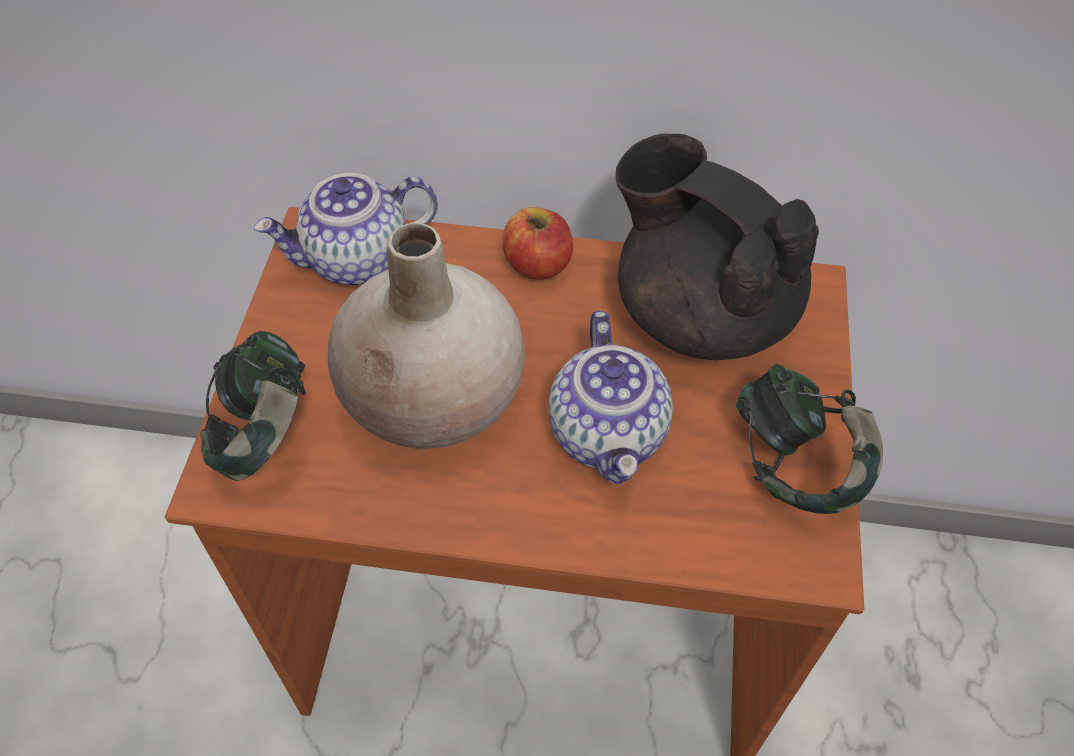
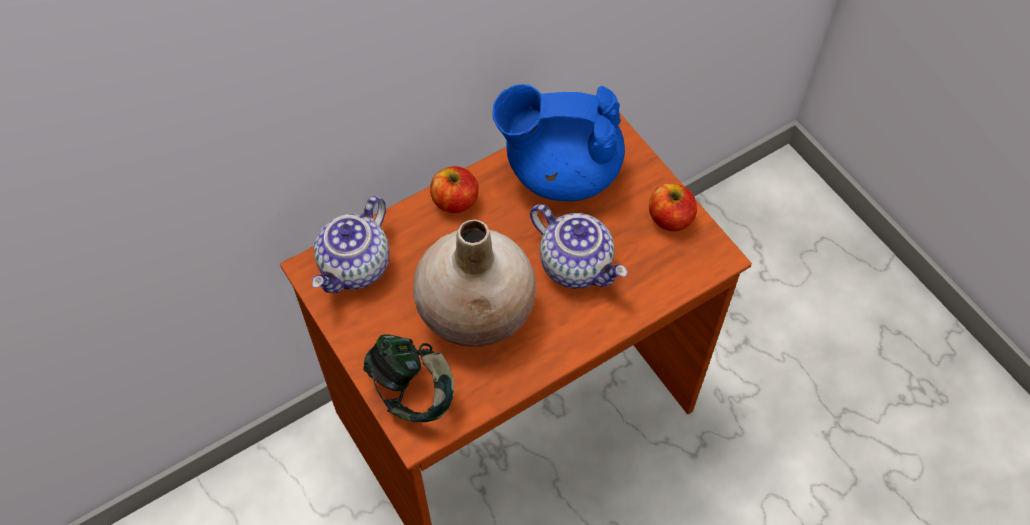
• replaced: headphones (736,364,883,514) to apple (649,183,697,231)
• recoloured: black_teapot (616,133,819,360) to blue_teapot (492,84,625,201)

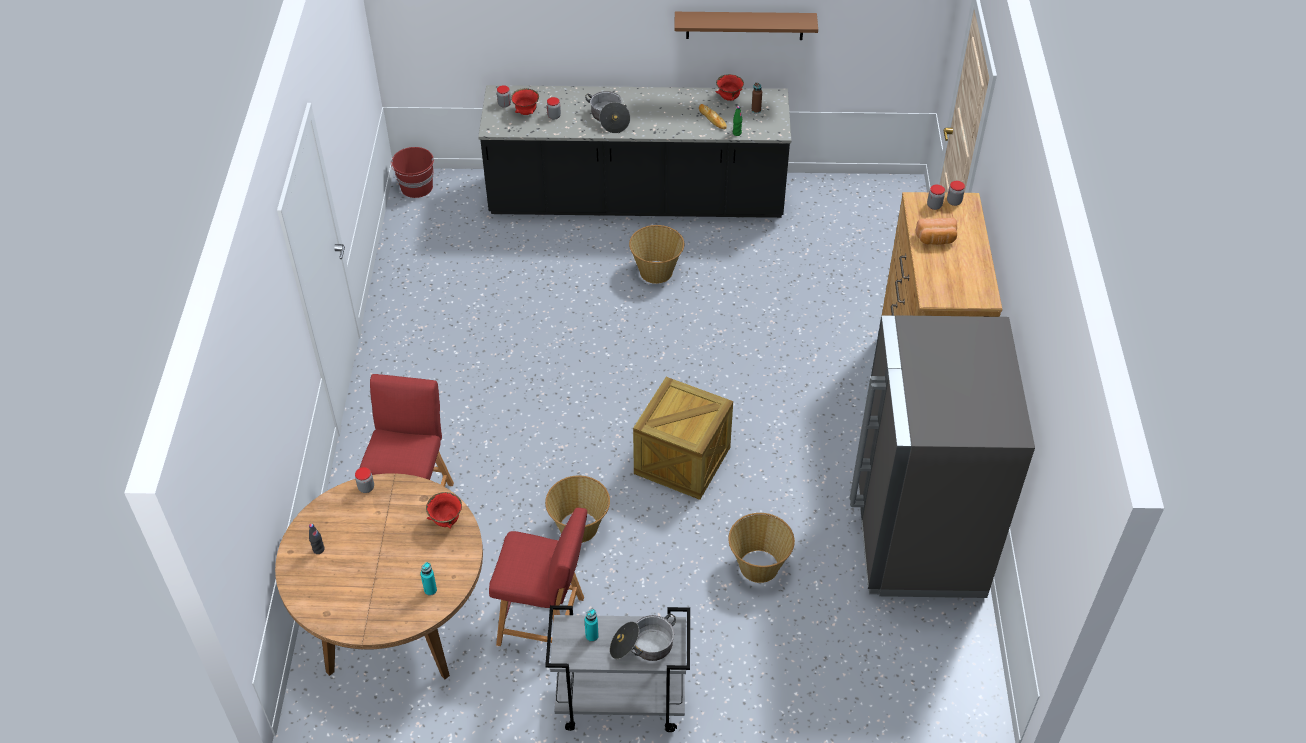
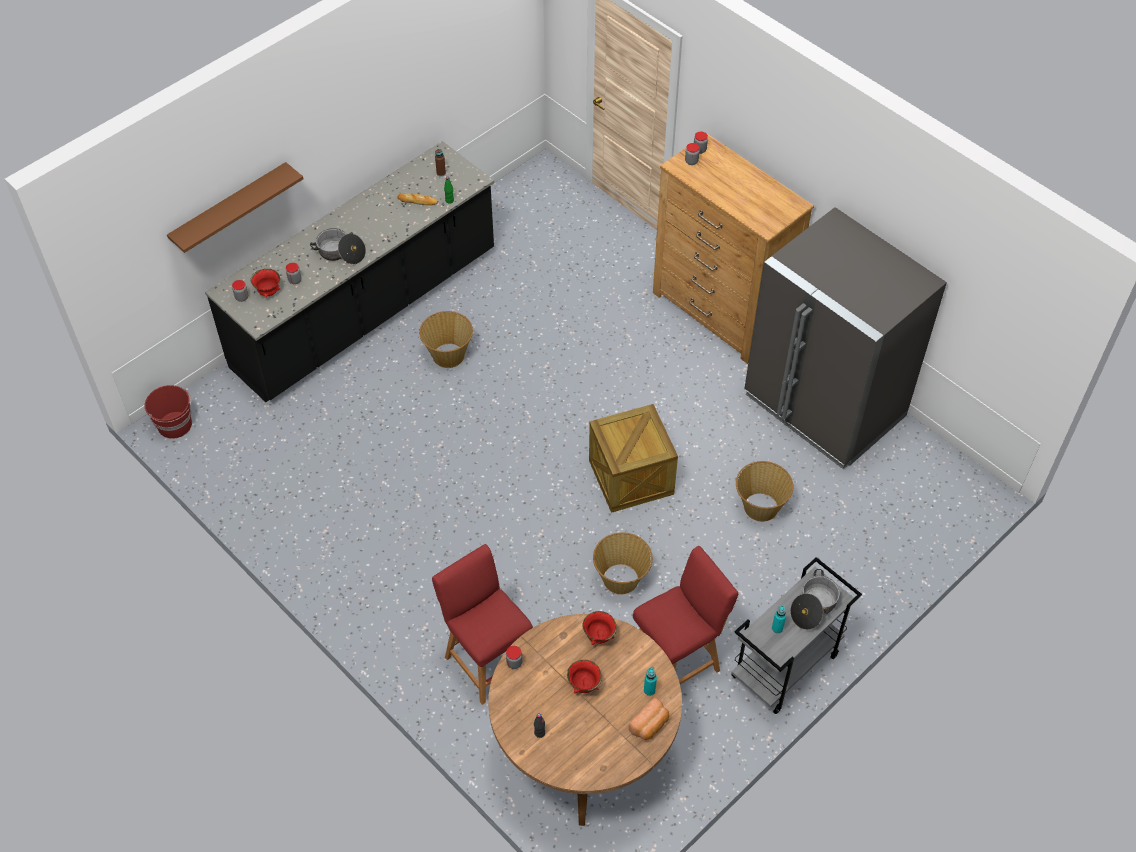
• moved: brown_shelf (674,12,818,40) to (167,162,303,253)
• moved: red_bowl (715,74,744,101) to (567,660,602,693)
• moved: bread (916,218,957,245) to (629,698,669,740)

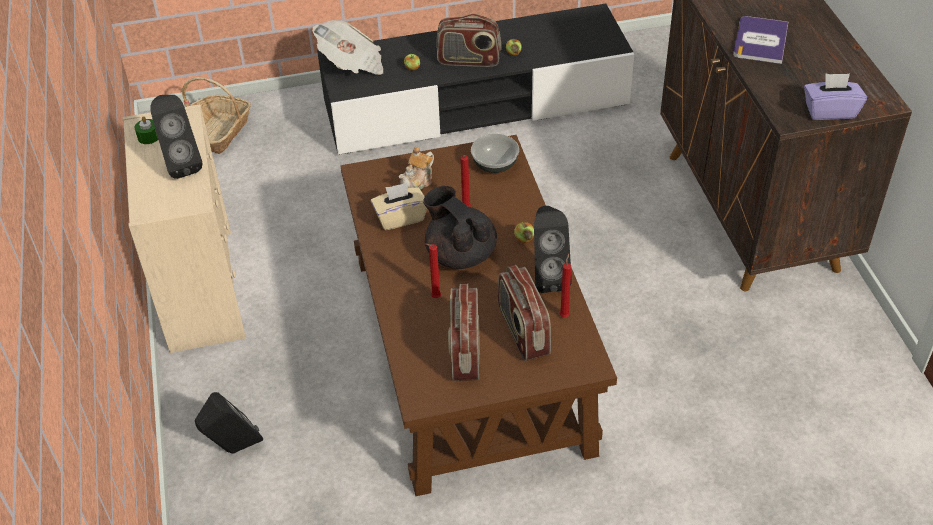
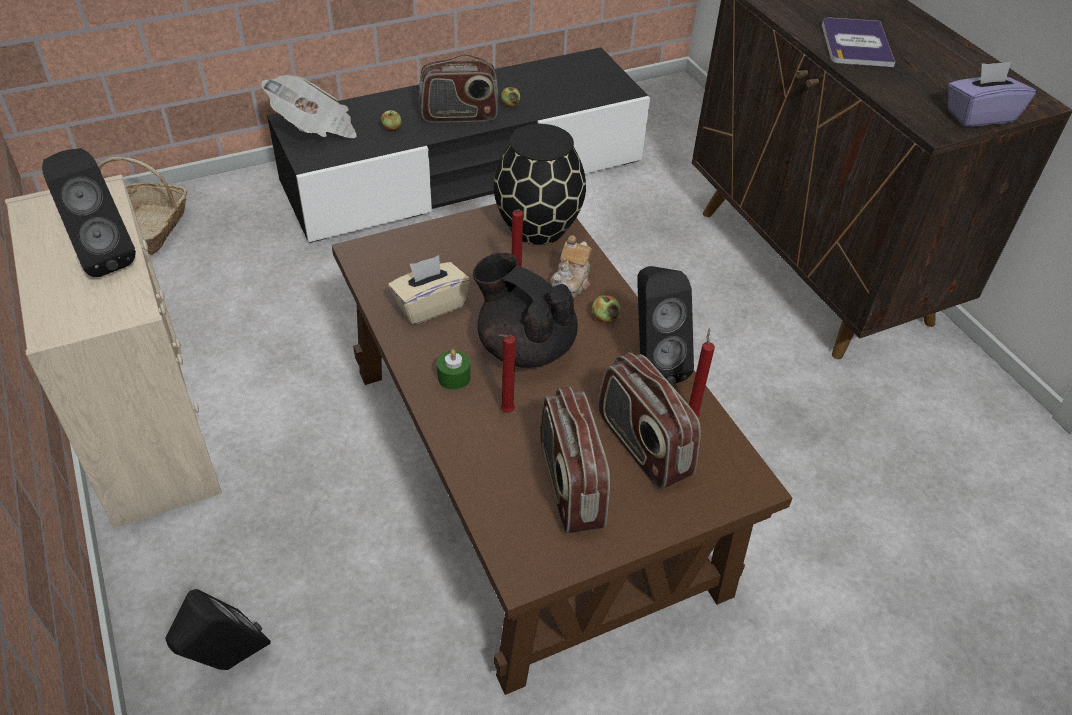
• moved: green_candle (135,116,158,144) to (437,349,471,390)
• moved: teapot (399,147,434,190) to (550,235,592,298)
• replaced: bowl (471,134,519,173) to black_vase (494,124,586,245)

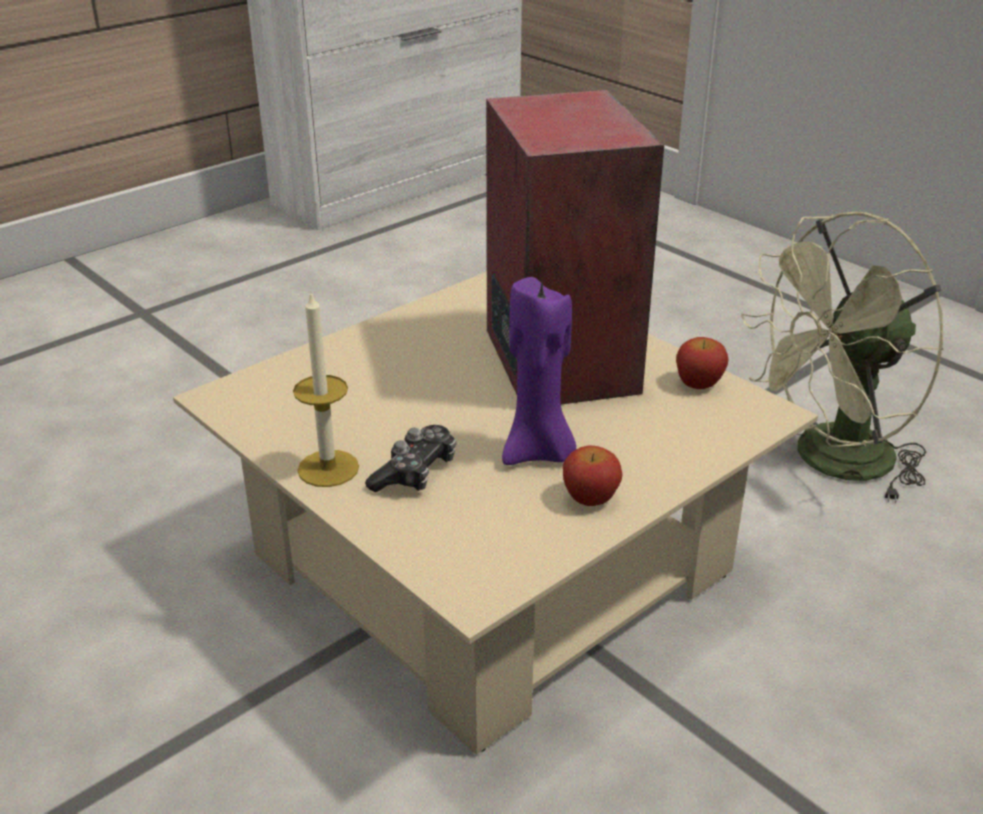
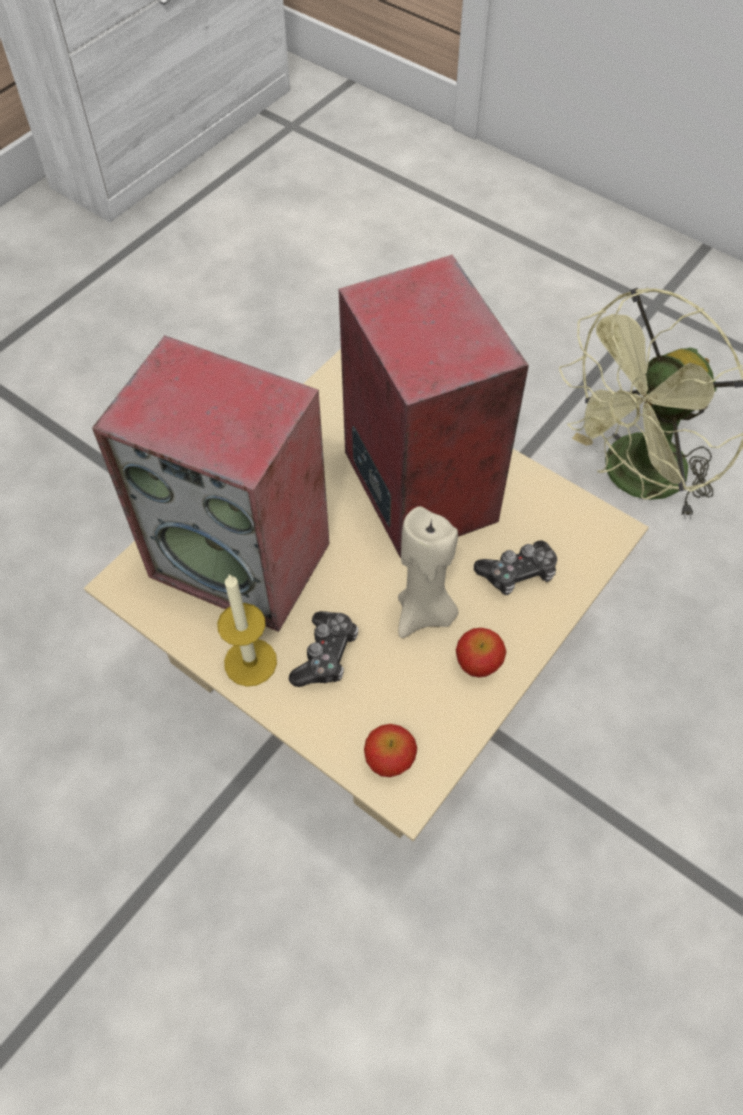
• added: speaker (92,335,330,632)
• added: game_controller (474,540,557,595)
• moved: apple (676,337,728,389) to (364,724,417,777)
• recoloured: purple_candle (502,277,576,465) to beige_candle (398,506,458,638)

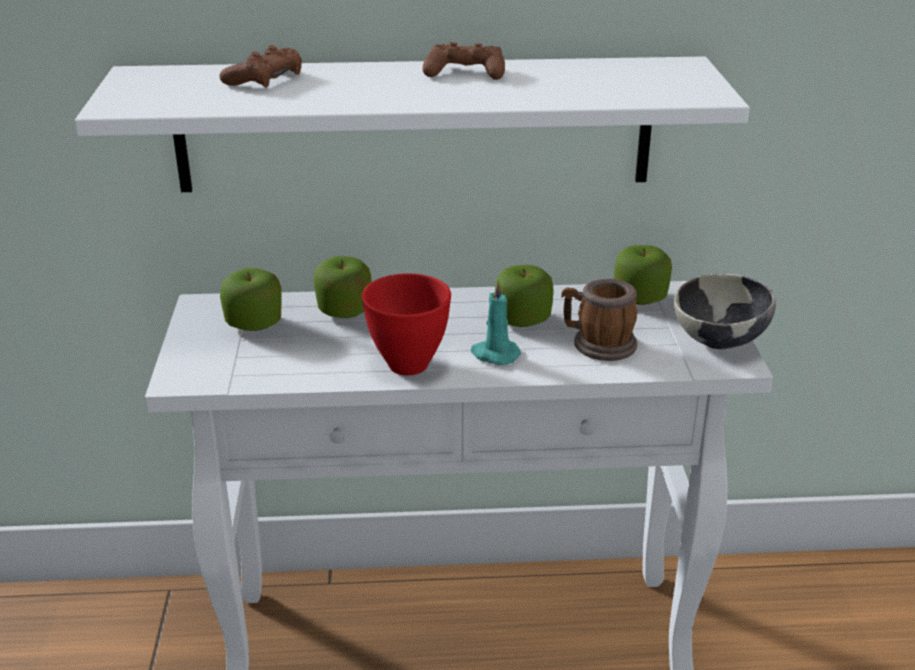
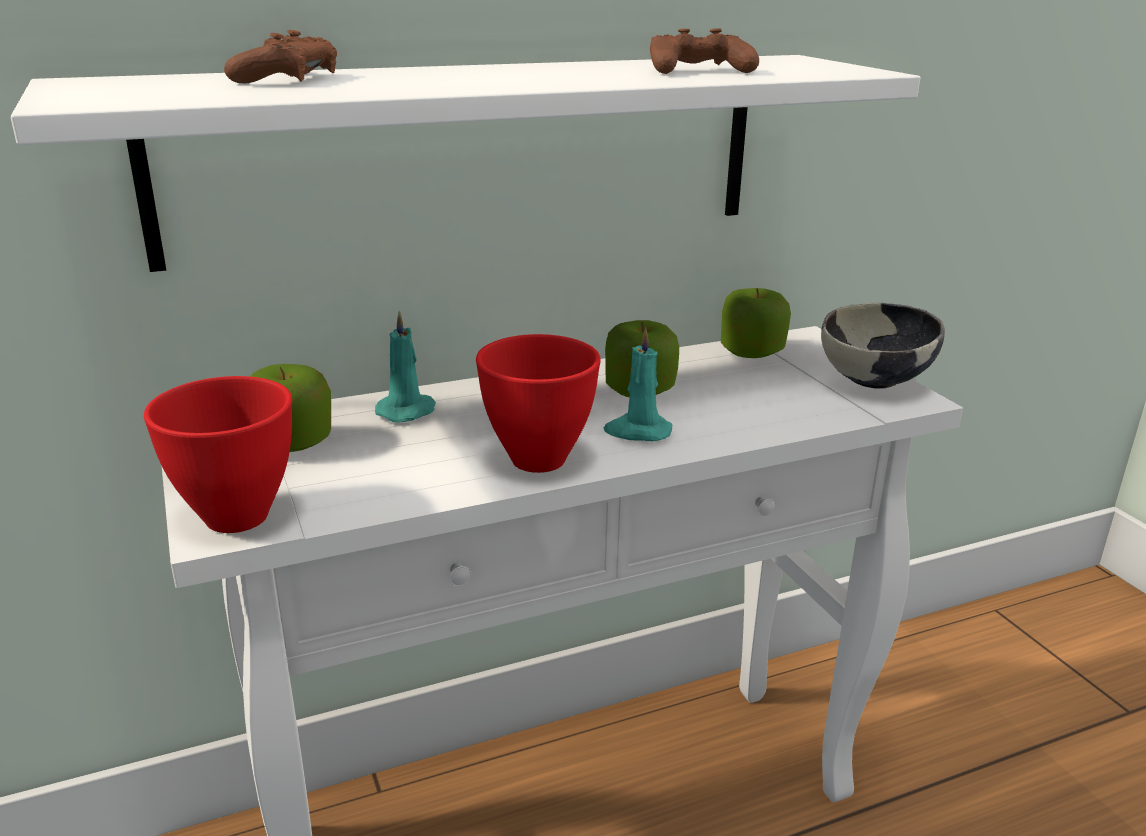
• removed: mug (561,279,637,361)
• added: red_bowl (144,376,292,533)
• moved: brown_game_controller (423,42,505,80) to (650,28,759,74)
• replaced: apple (313,256,372,318) to turquoise_candle (375,310,436,423)

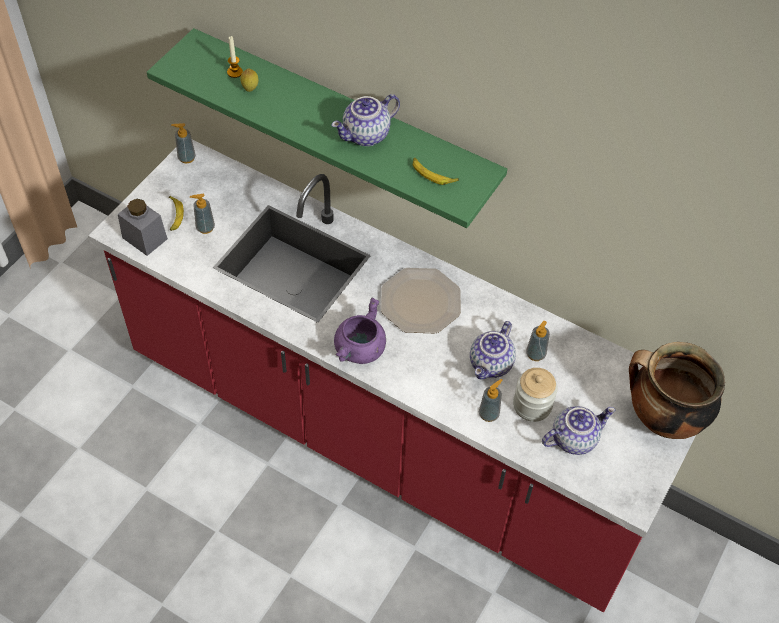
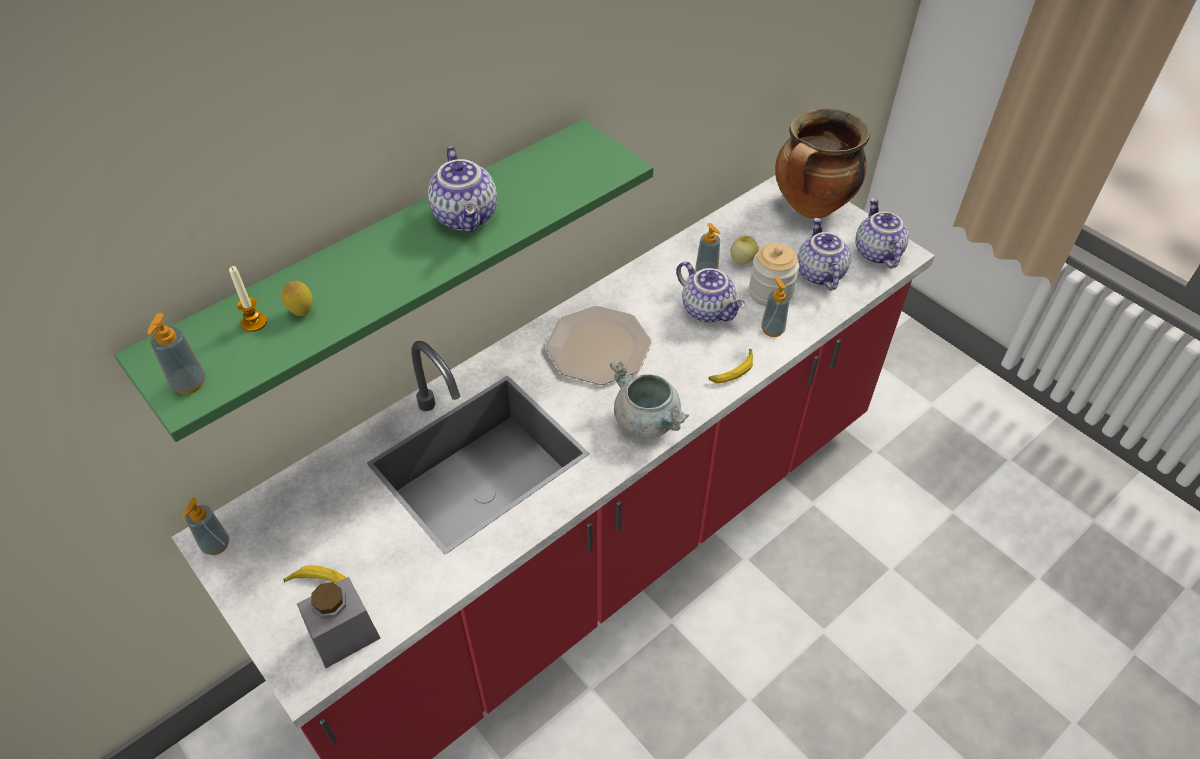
• added: apple (731,236,759,265)
• added: teapot (855,198,909,268)
• moved: soap_dispenser (190,194,215,234) to (147,313,206,394)
• moved: banana (413,158,459,185) to (709,349,753,383)
• recoloured: purple_cooking_pot (334,298,386,364) to grey_cooking_pot (610,360,689,438)

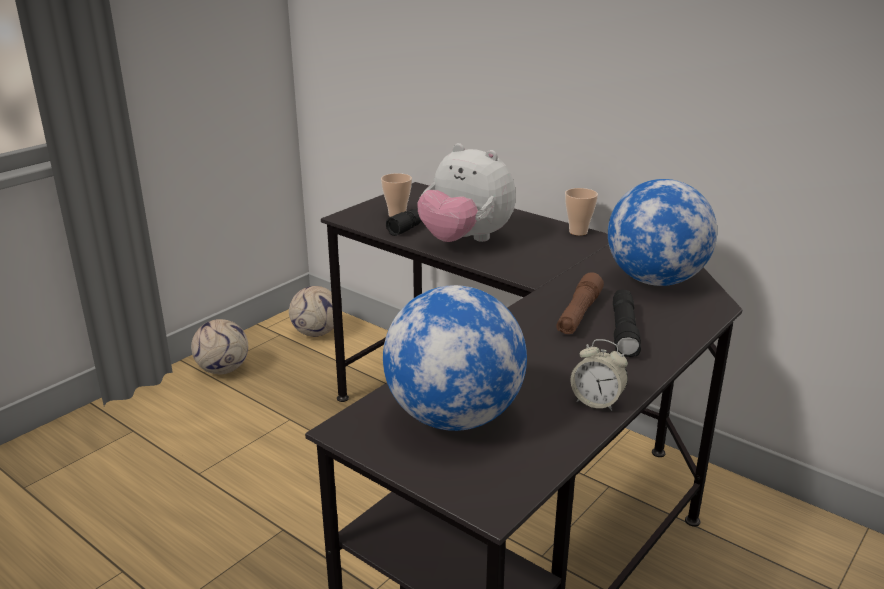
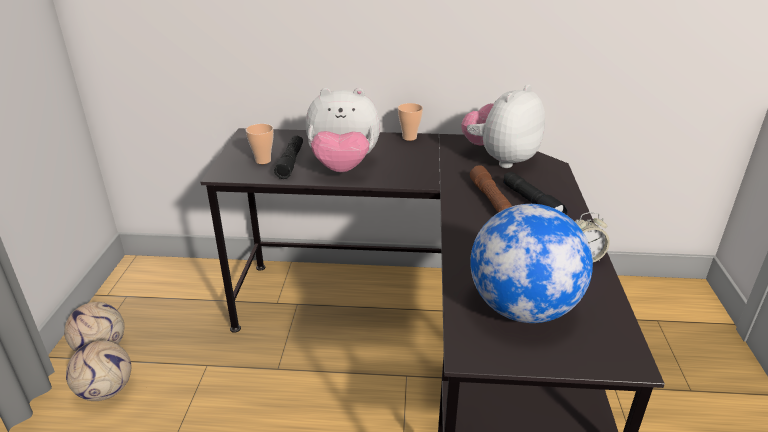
• moved: football (289,286,334,337) to (66,340,131,401)
• replaced: globe (608,179,717,286) to plush_toy (461,84,545,168)

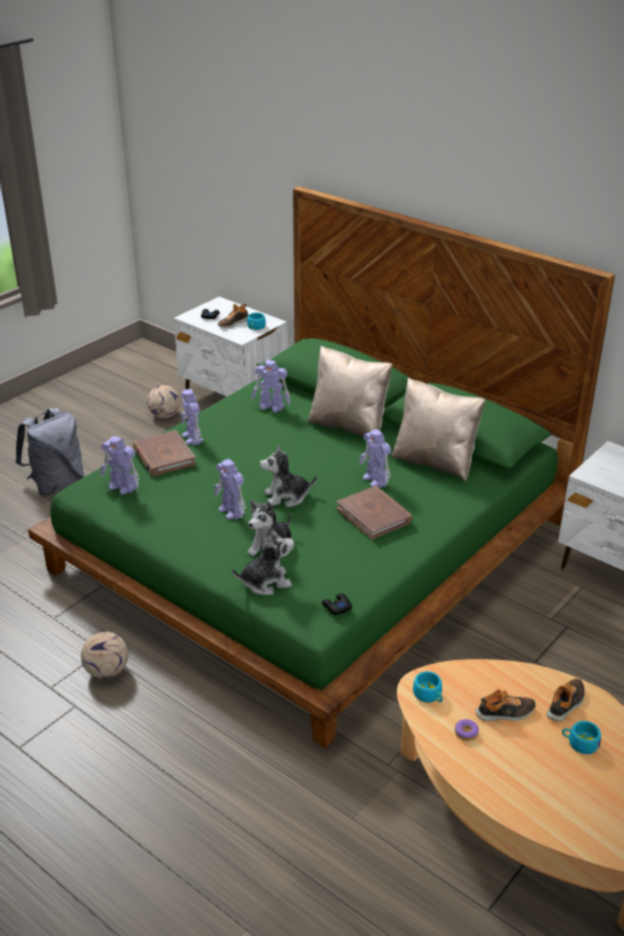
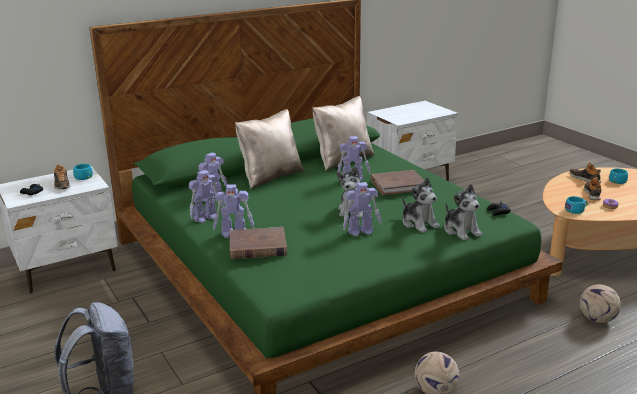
• moved: toy_robot (100,436,139,495) to (189,170,224,223)
• moved: football (147,385,181,418) to (580,284,621,323)
• turned: plush_toy (232,527,294,595) = (444,184,482,240) 150 degrees clockwise

